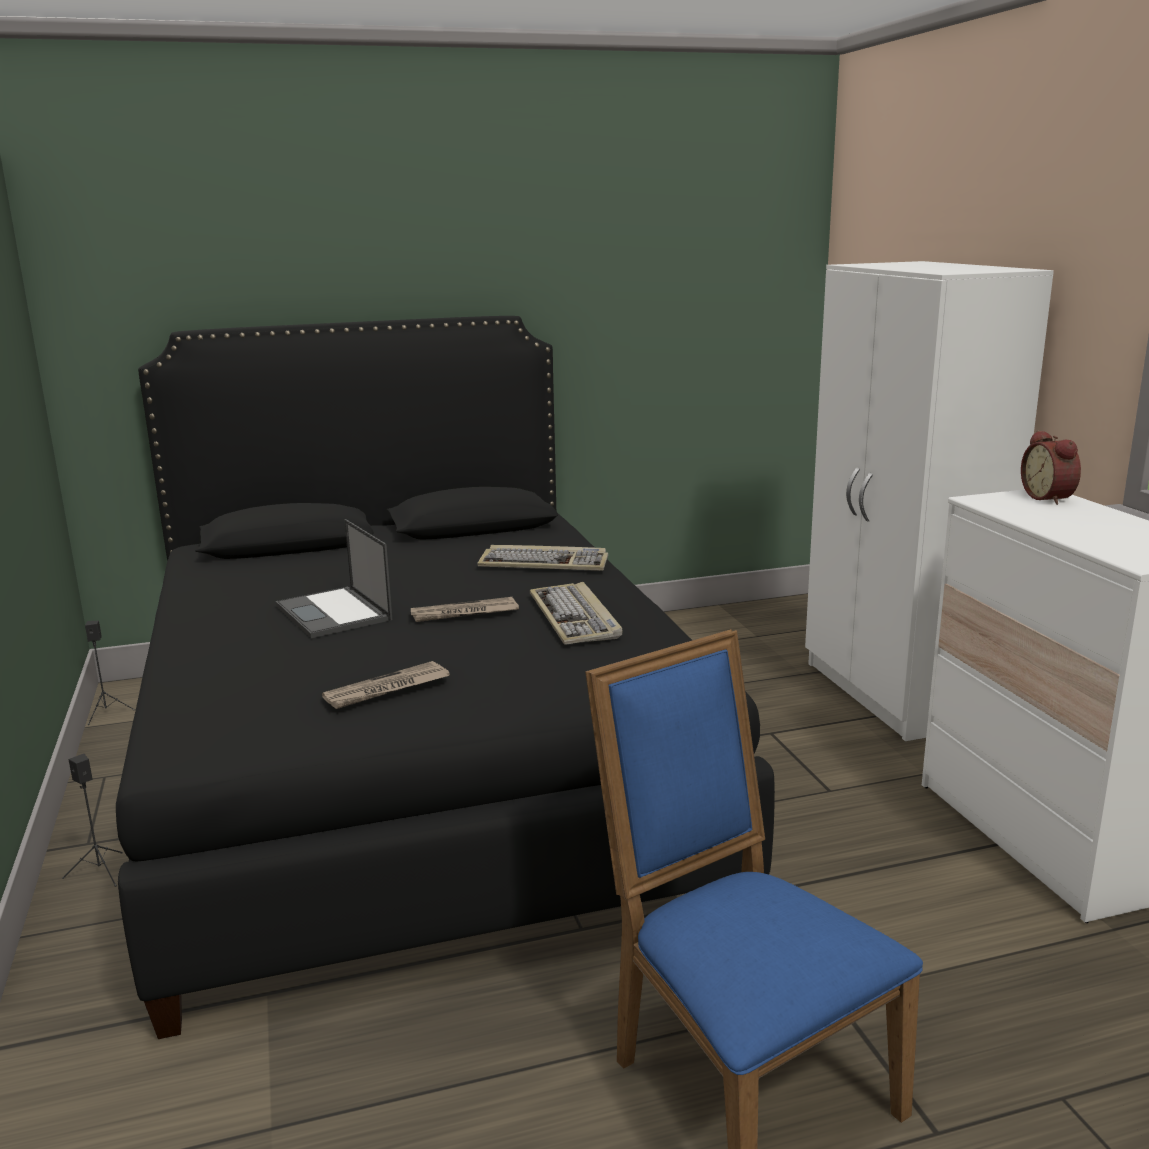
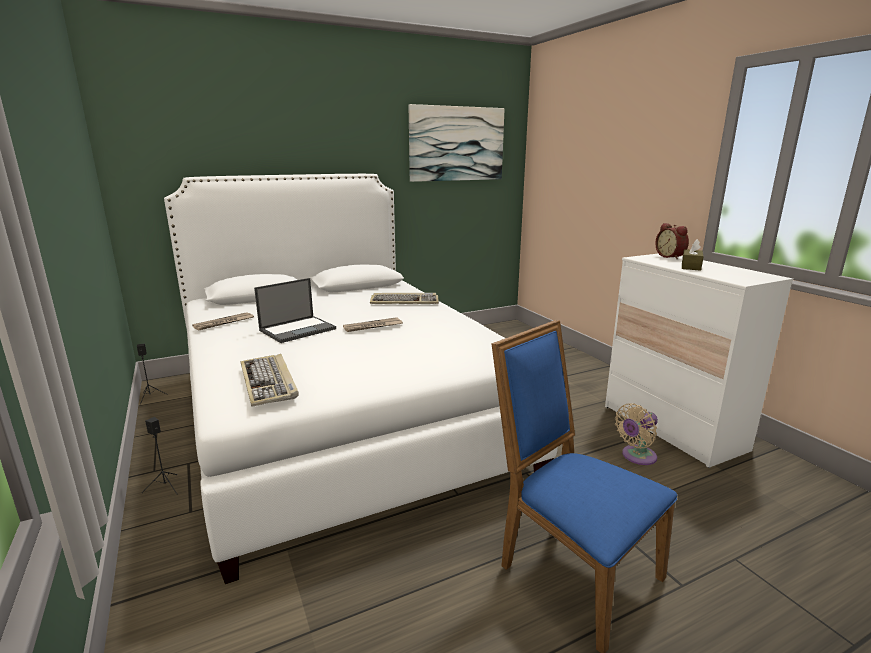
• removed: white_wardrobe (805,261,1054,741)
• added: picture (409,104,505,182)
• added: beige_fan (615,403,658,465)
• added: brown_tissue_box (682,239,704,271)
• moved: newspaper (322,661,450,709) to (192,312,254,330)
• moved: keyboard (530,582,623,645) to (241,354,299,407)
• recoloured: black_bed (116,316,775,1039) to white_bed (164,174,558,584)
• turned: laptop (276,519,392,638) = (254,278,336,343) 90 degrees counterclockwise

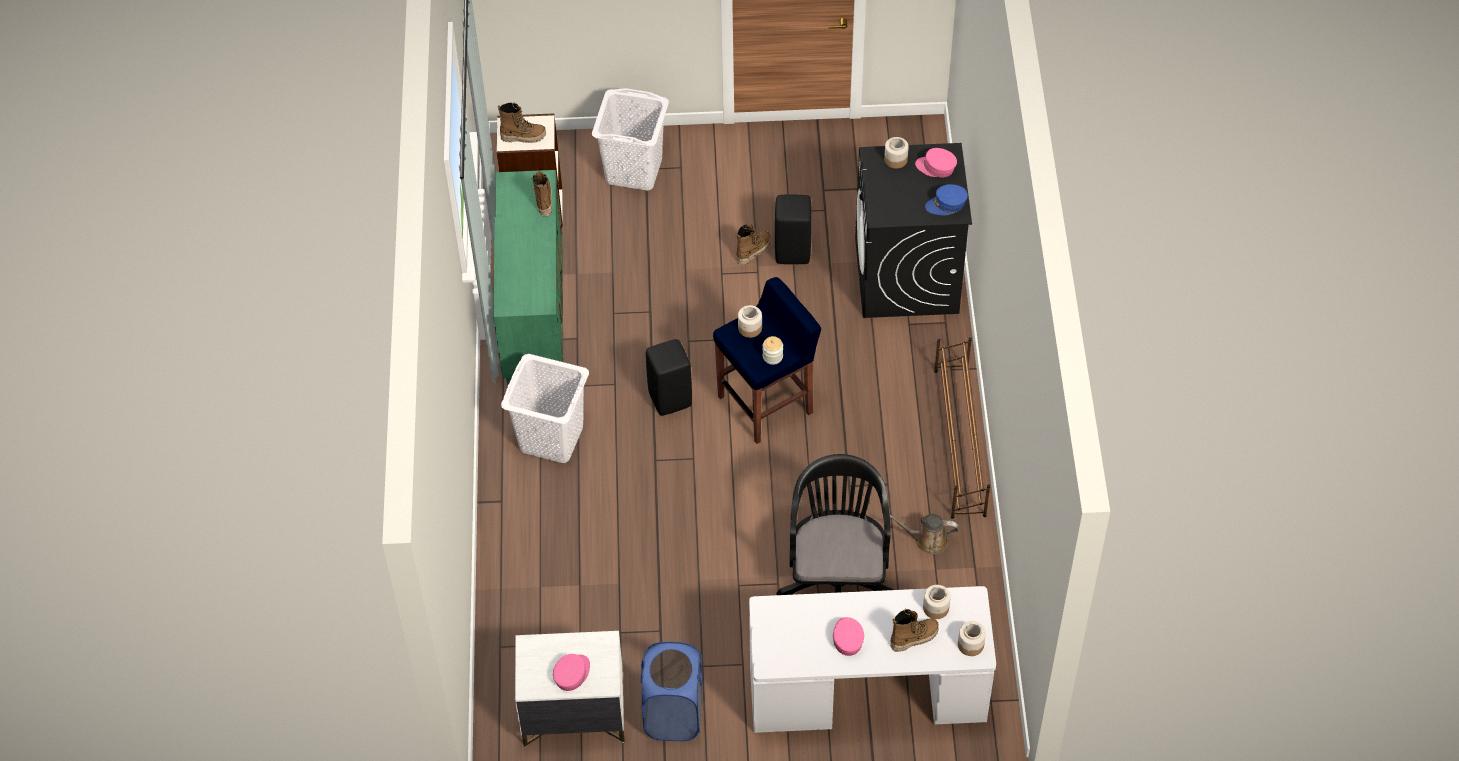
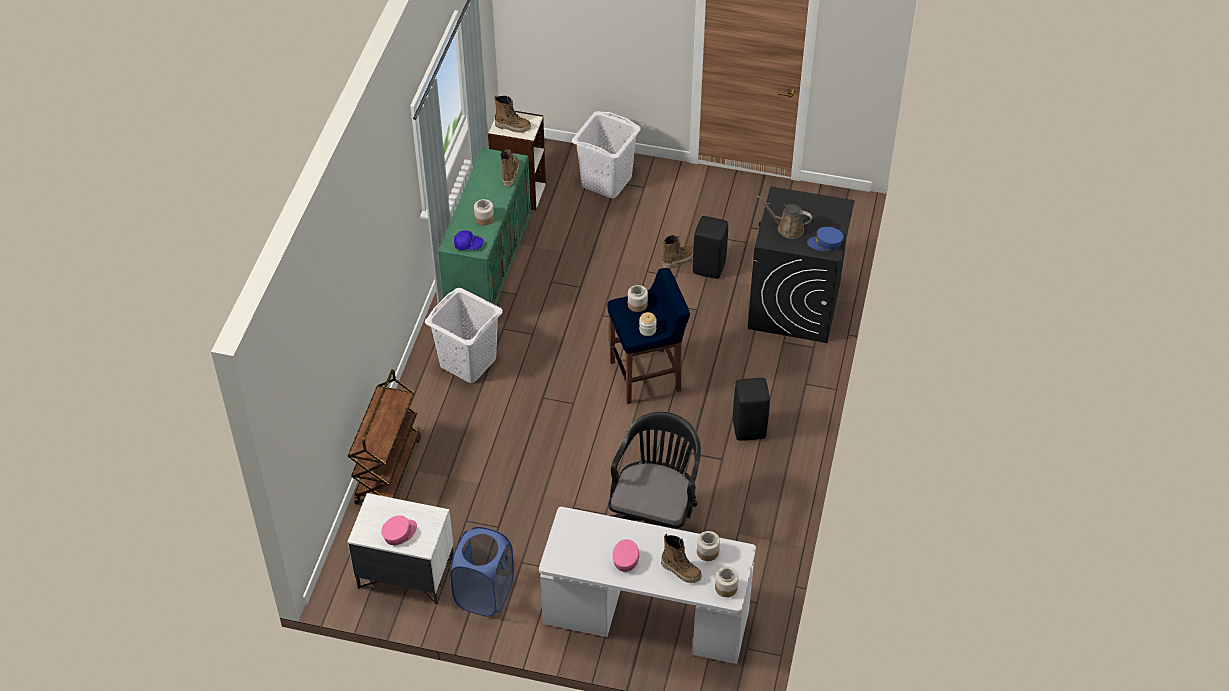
• removed: pink_cap (915,148,957,177)
• removed: brown_shoe_rack (934,338,990,519)
• added: brown_cart (348,370,421,504)
• added: blue_cap (454,230,484,250)
• moved: black_stool (646,339,692,416) to (733,378,770,441)
• moved: jar (884,137,909,169) to (474,199,494,225)
• moved: brown_watering_can (890,514,958,554) to (757,195,812,239)
• turned: boot (890,609,939,652) = (661,534,702,583) 45 degrees clockwise

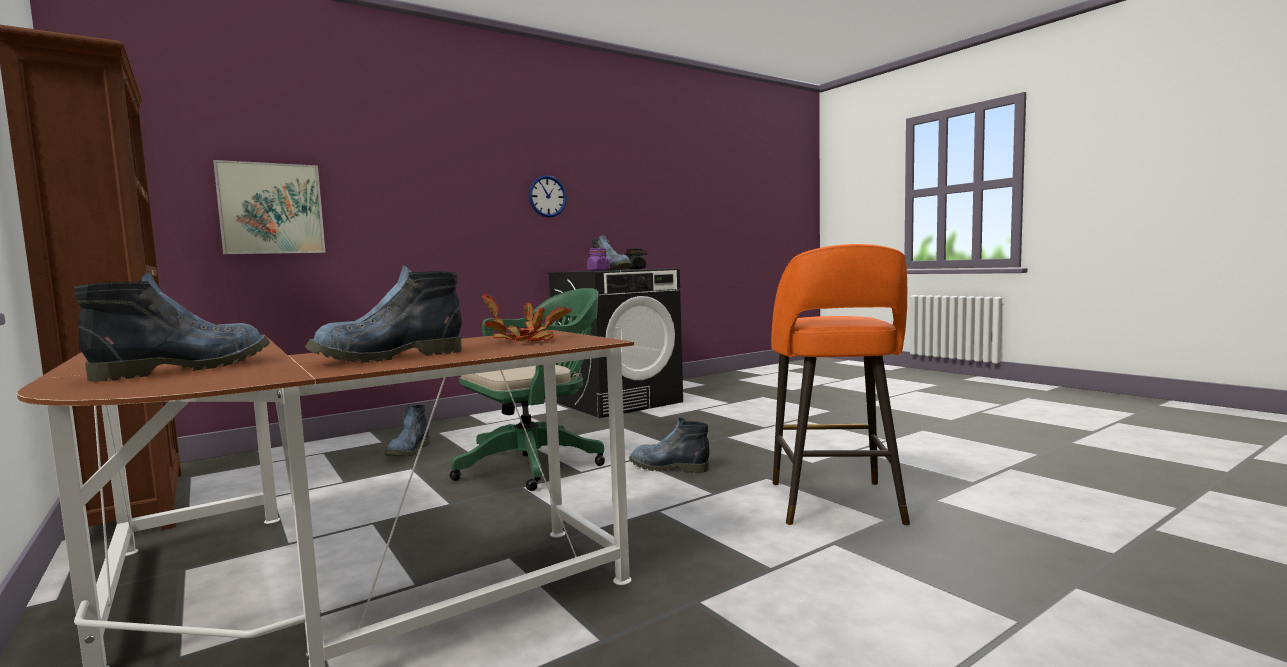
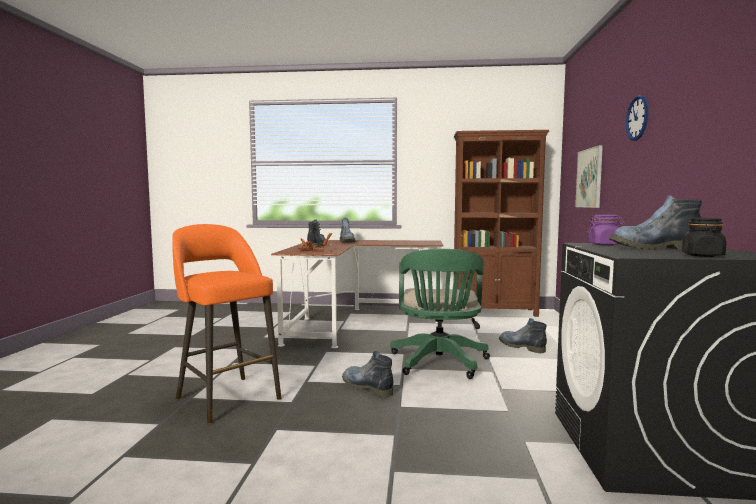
• moved: wall_clock (529,175,567,218) to (626,95,648,141)
• turned: boot (629,418,710,473) = (342,351,393,398) 105 degrees counterclockwise

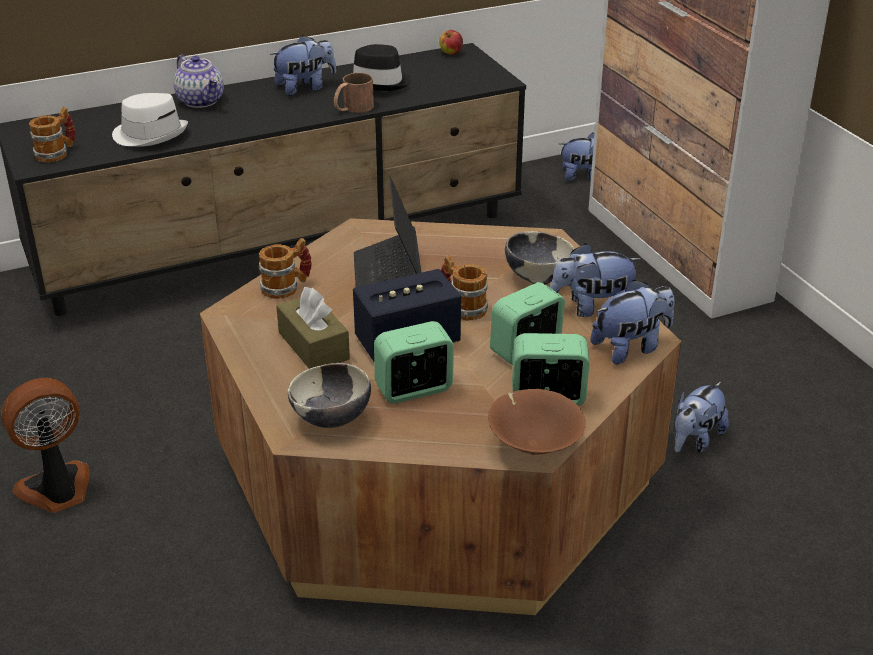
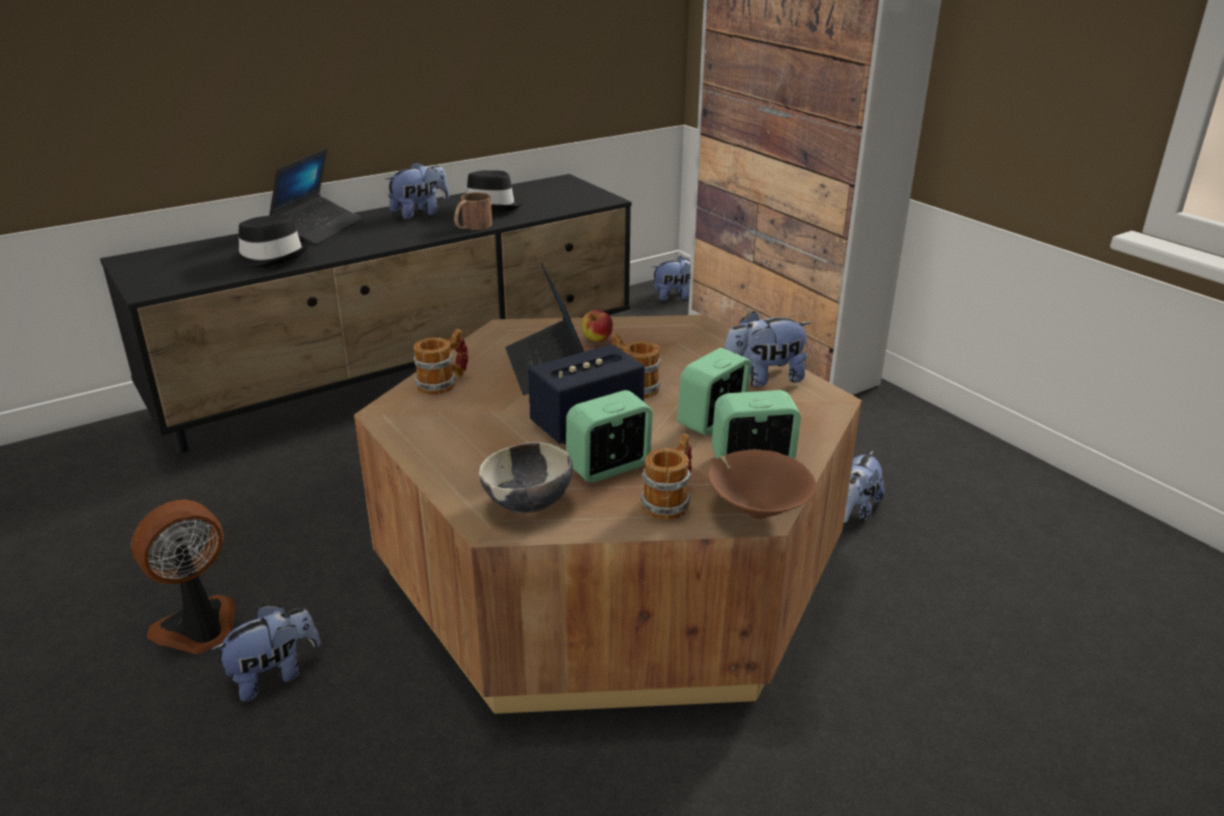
• removed: brown_tissue_box (276,287,350,369)
• removed: bowl (505,231,574,284)
• moved: mug (29,107,76,163) to (640,433,692,520)
• moved: apple (439,30,463,55) to (581,310,613,342)
• moved: plush_toy (590,280,674,365) to (210,605,320,702)
• replaced: teapot (173,55,224,108) to laptop (269,148,362,245)
• recoloured: white_hat (112,93,188,147) to black_hat (229,215,309,268)

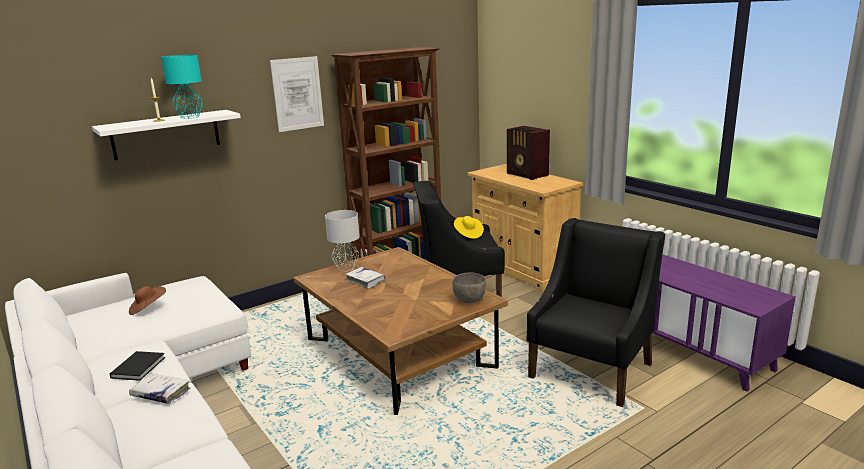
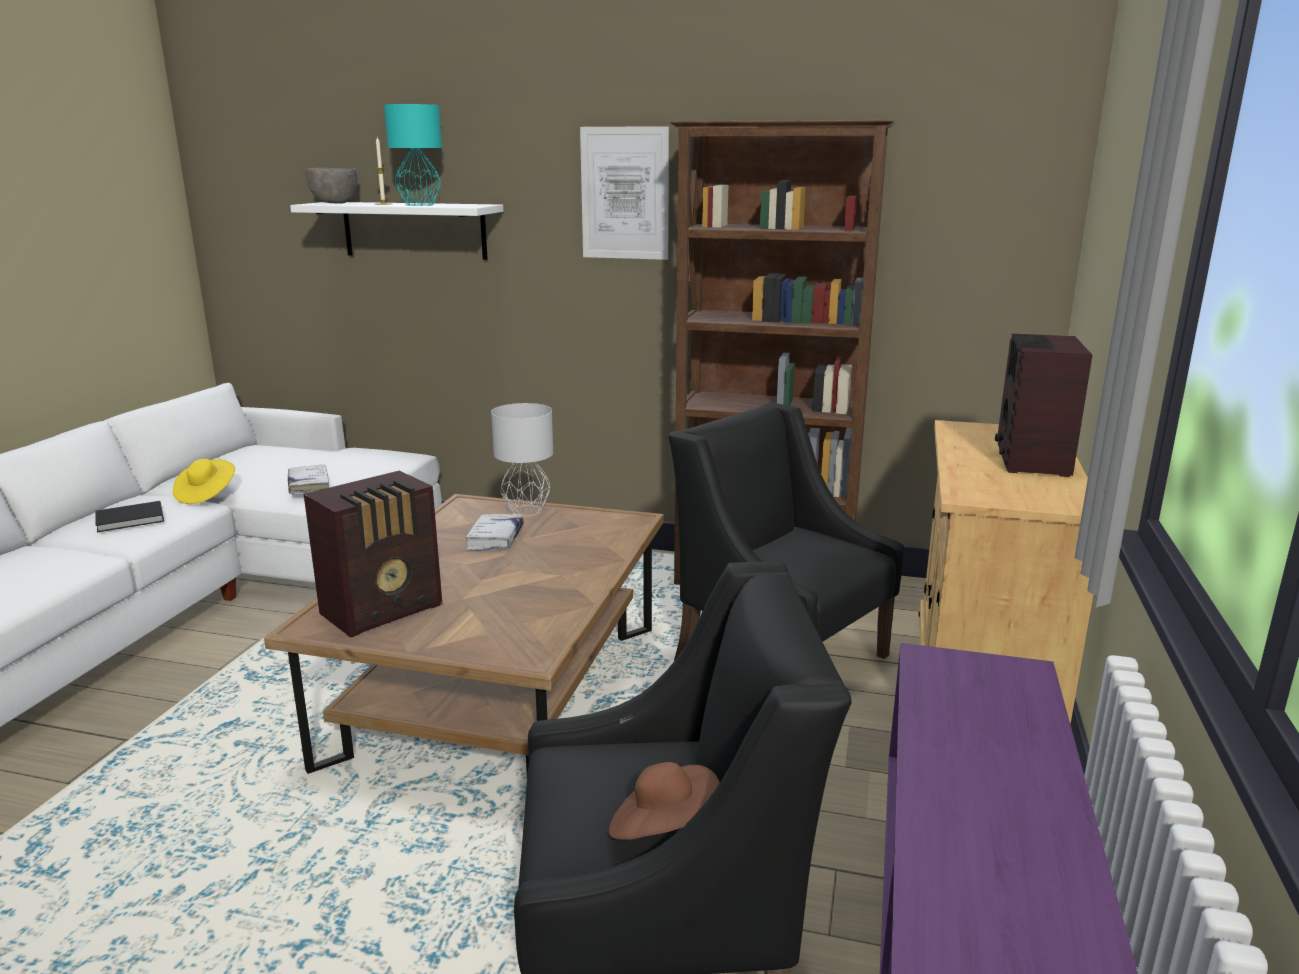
• added: radio (304,471,442,638)
• moved: brown_hat (129,286,166,315) to (609,762,720,840)
• moved: white_book (129,373,190,404) to (288,465,329,494)
• moved: grey_bowl (452,273,486,303) to (305,168,357,204)
• moved: yellow_hat (454,216,484,239) to (173,459,235,504)

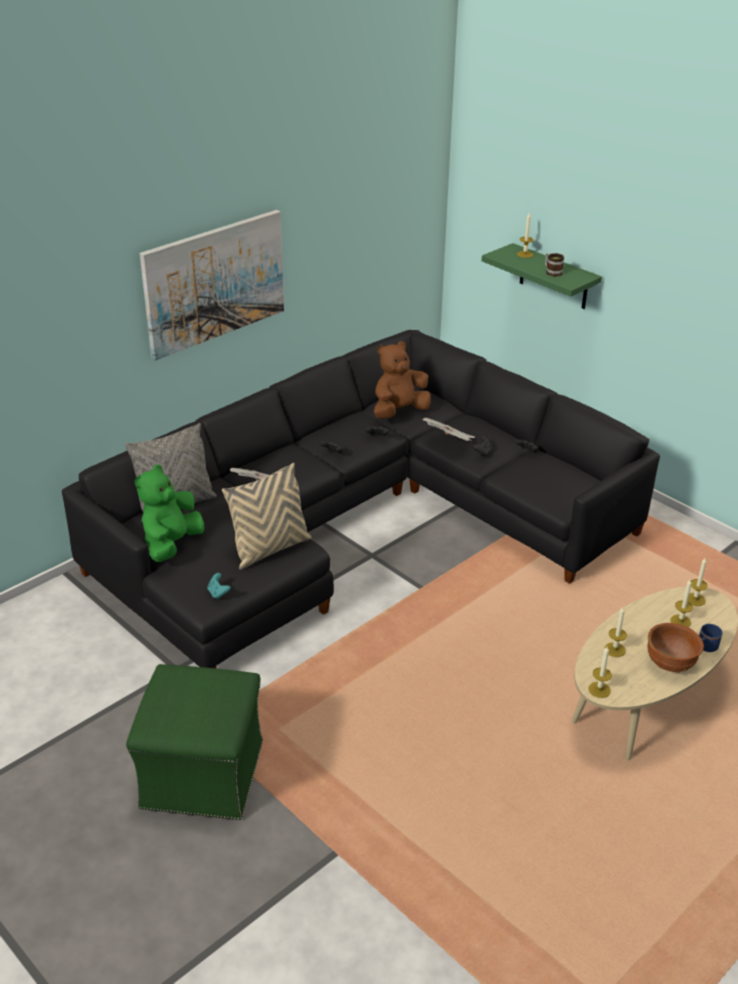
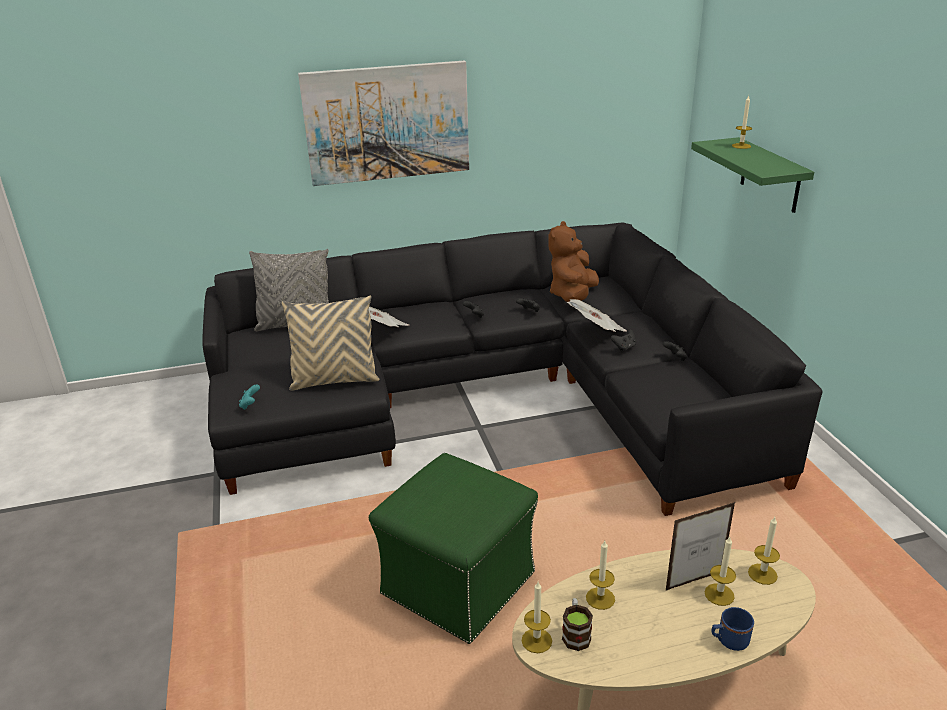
• removed: green_plush_toy (135,464,204,562)
• removed: brown_bowl (647,623,704,672)
• added: picture_frame (666,502,735,590)
• moved: green_ottoman (126,664,263,820) to (369,453,538,644)
• moved: mug (545,253,564,277) to (562,598,593,651)
• turned: brown_plush_toy (374,341,431,419) = (548,221,599,302) 60 degrees counterclockwise

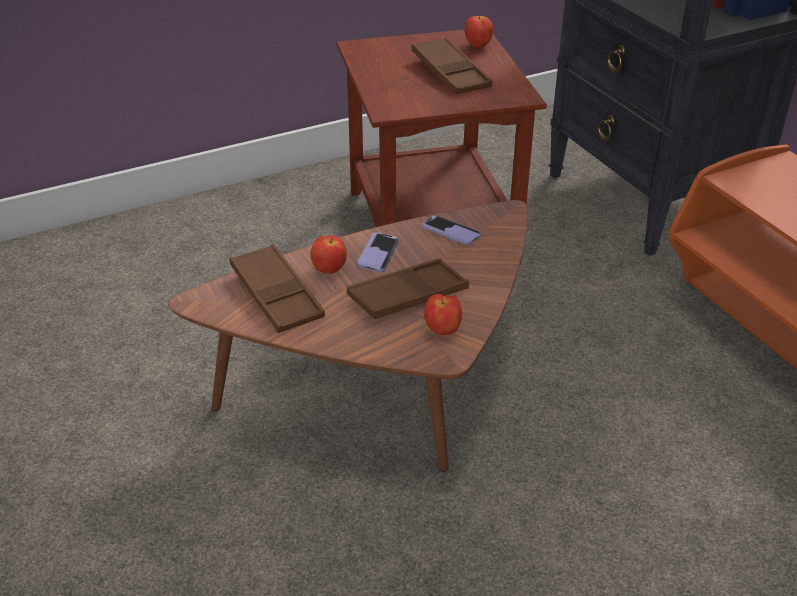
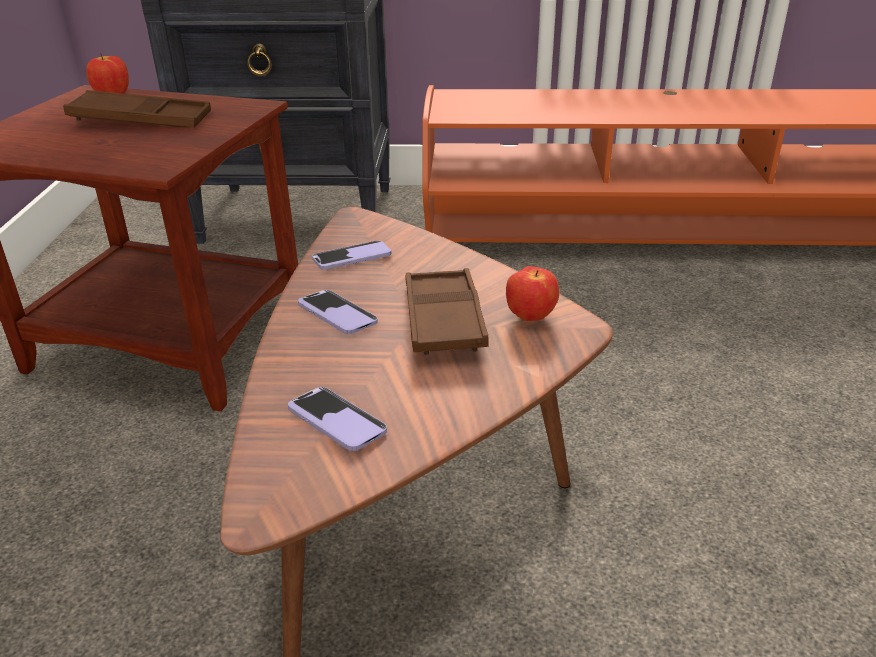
• removed: apple (311,236,347,274)
• replaced: brown_tray (230,244,325,333) to phone (288,387,387,451)

